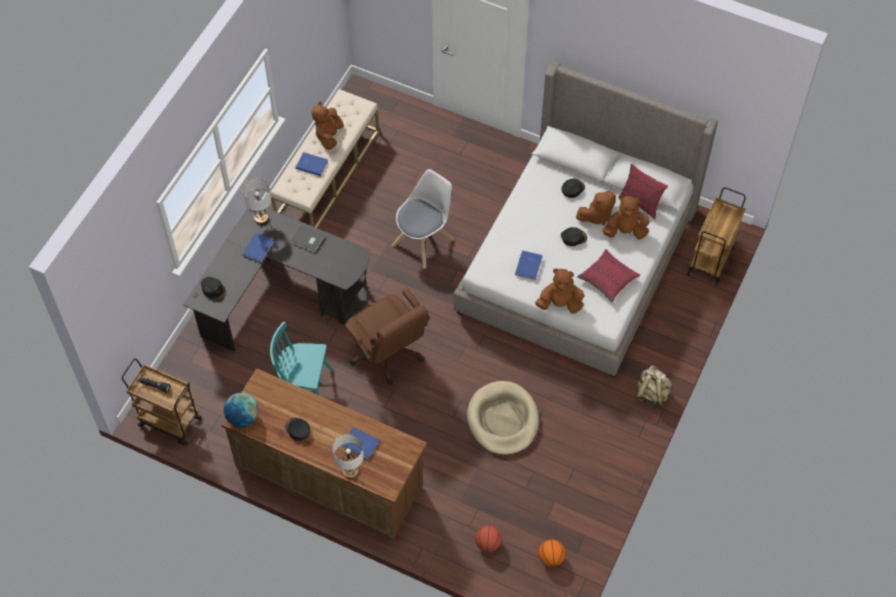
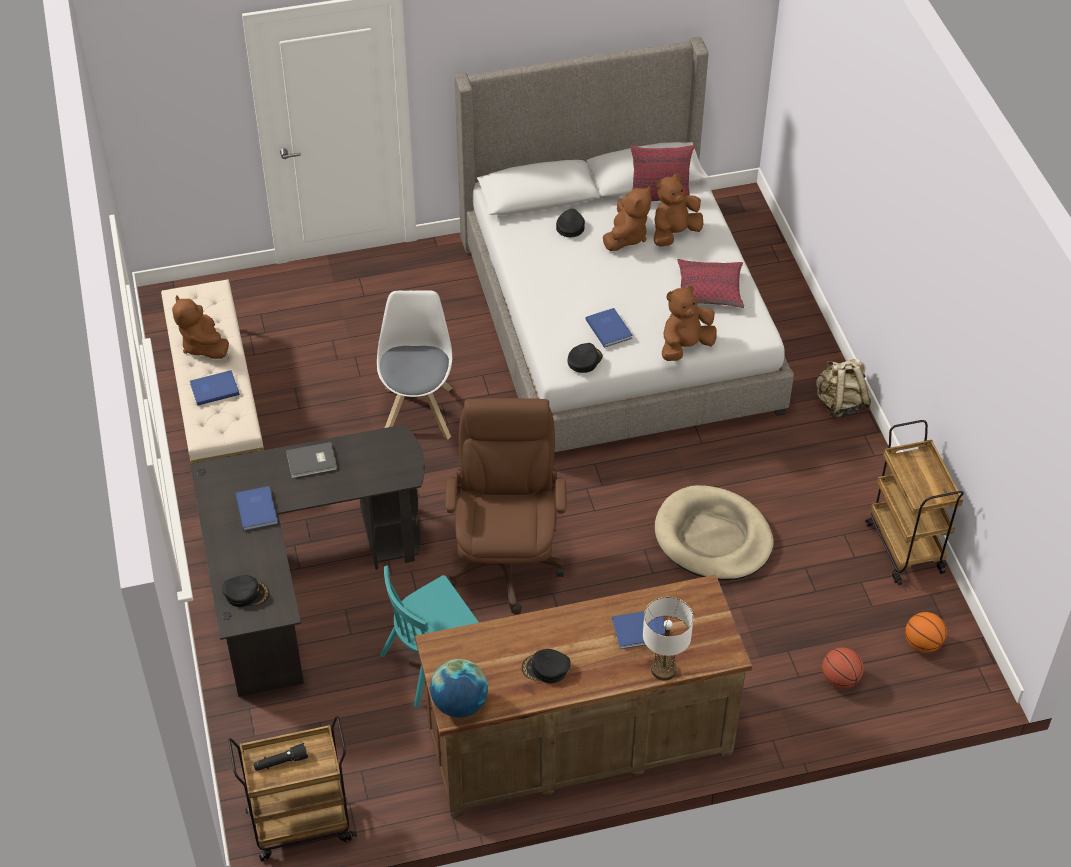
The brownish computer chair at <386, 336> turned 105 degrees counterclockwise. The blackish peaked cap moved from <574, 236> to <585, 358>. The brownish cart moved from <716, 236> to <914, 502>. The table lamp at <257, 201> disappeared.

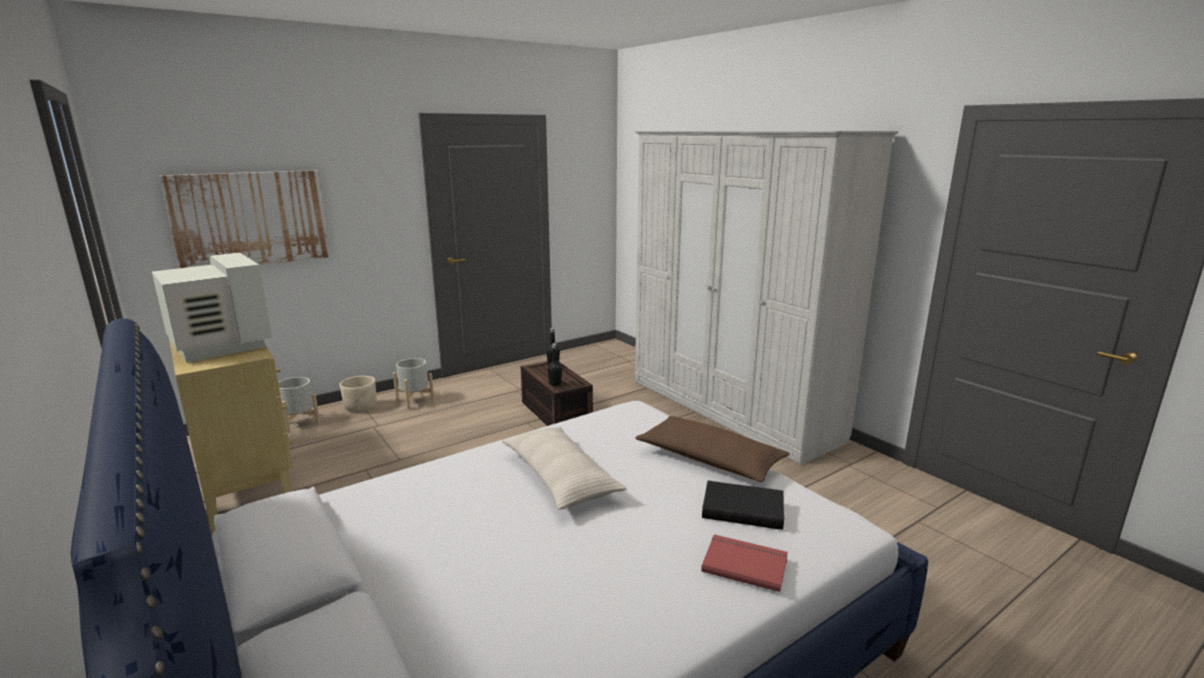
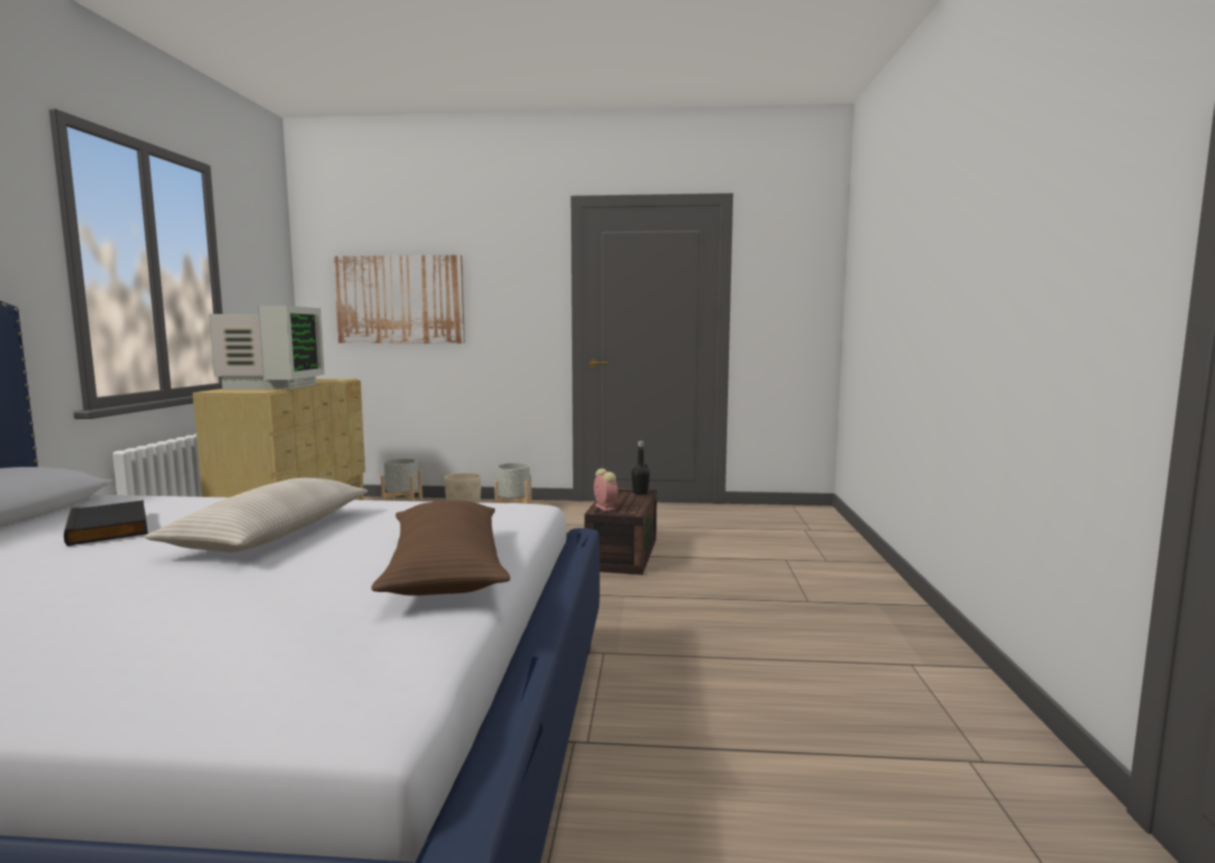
The blackish volume moved from <743, 505> to <106, 523>. The blackish beverage bottle at <554, 364> was replaced by the table clock at <606, 489>. The whitish clothes cupboard at <766, 298> disappeared. The red volume at <744, 563> disappeared.

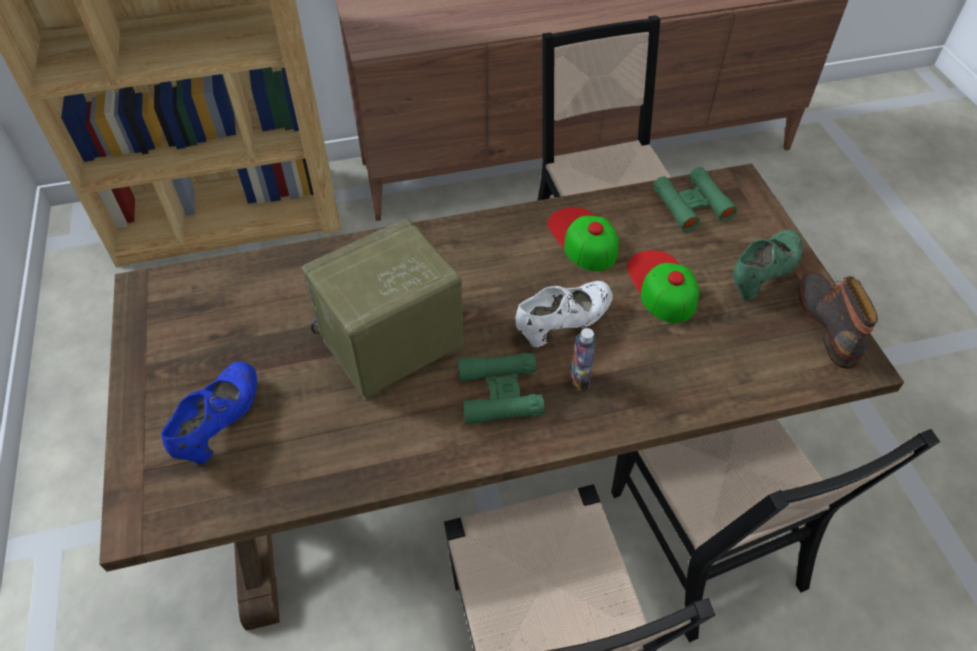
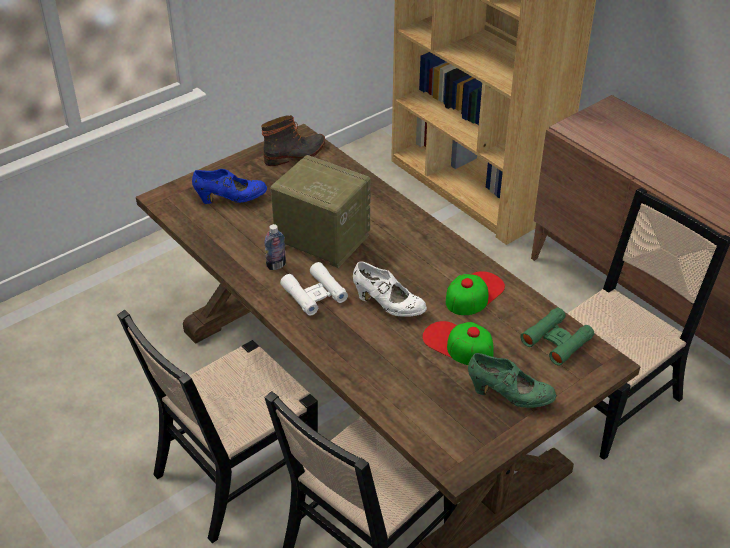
The high-top boot moved from <838, 321> to <293, 140>. The beverage bottle moved from <583, 359> to <275, 247>. The greenish pair of binoculars at <501, 388> became the whitish pair of binoculars at <314, 289>. The peaked cap at <663, 286> turned 105 degrees counterclockwise.

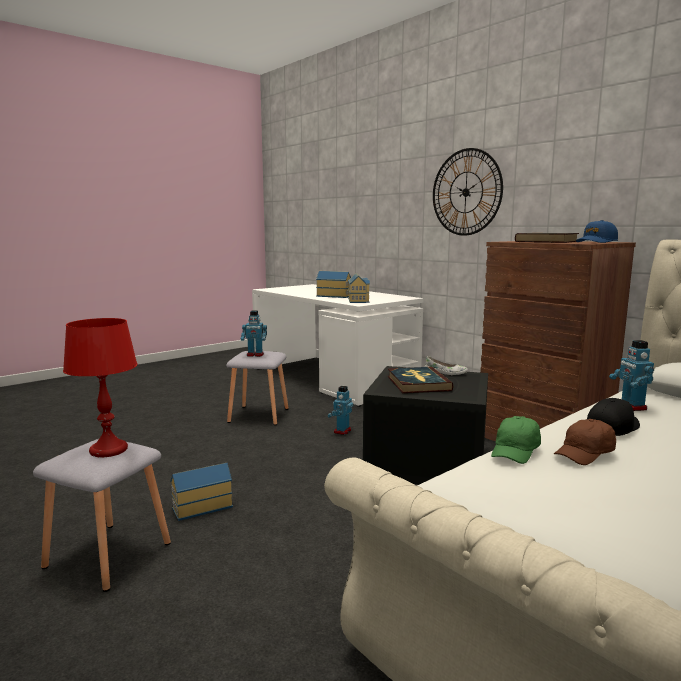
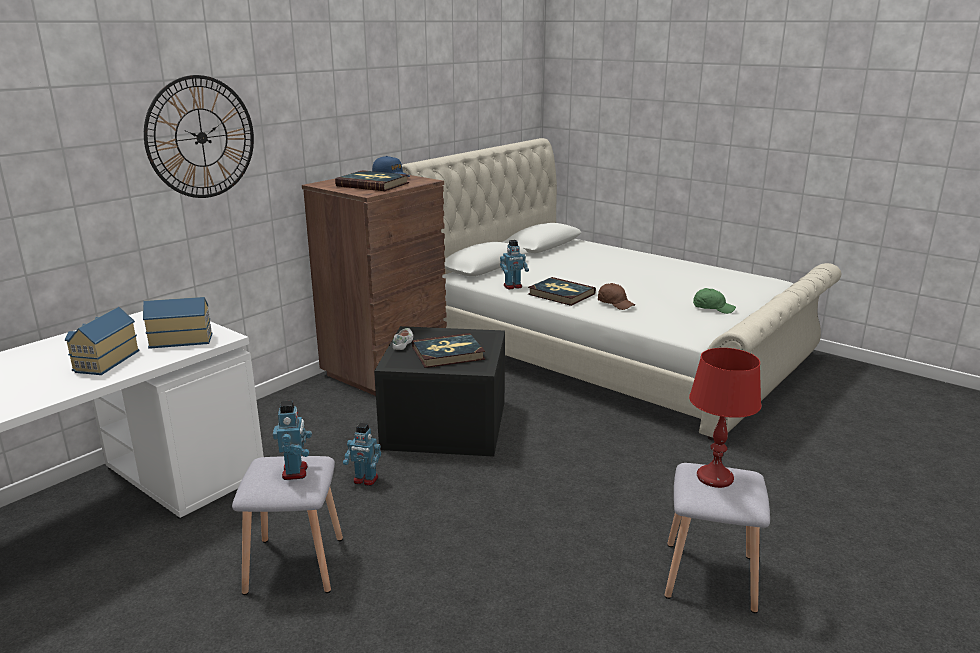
The blackish peaked cap at <613, 417> was replaced by the volume at <562, 291>. The greenish peaked cap moved from <516, 440> to <714, 301>. The model house at <201, 492> disappeared.

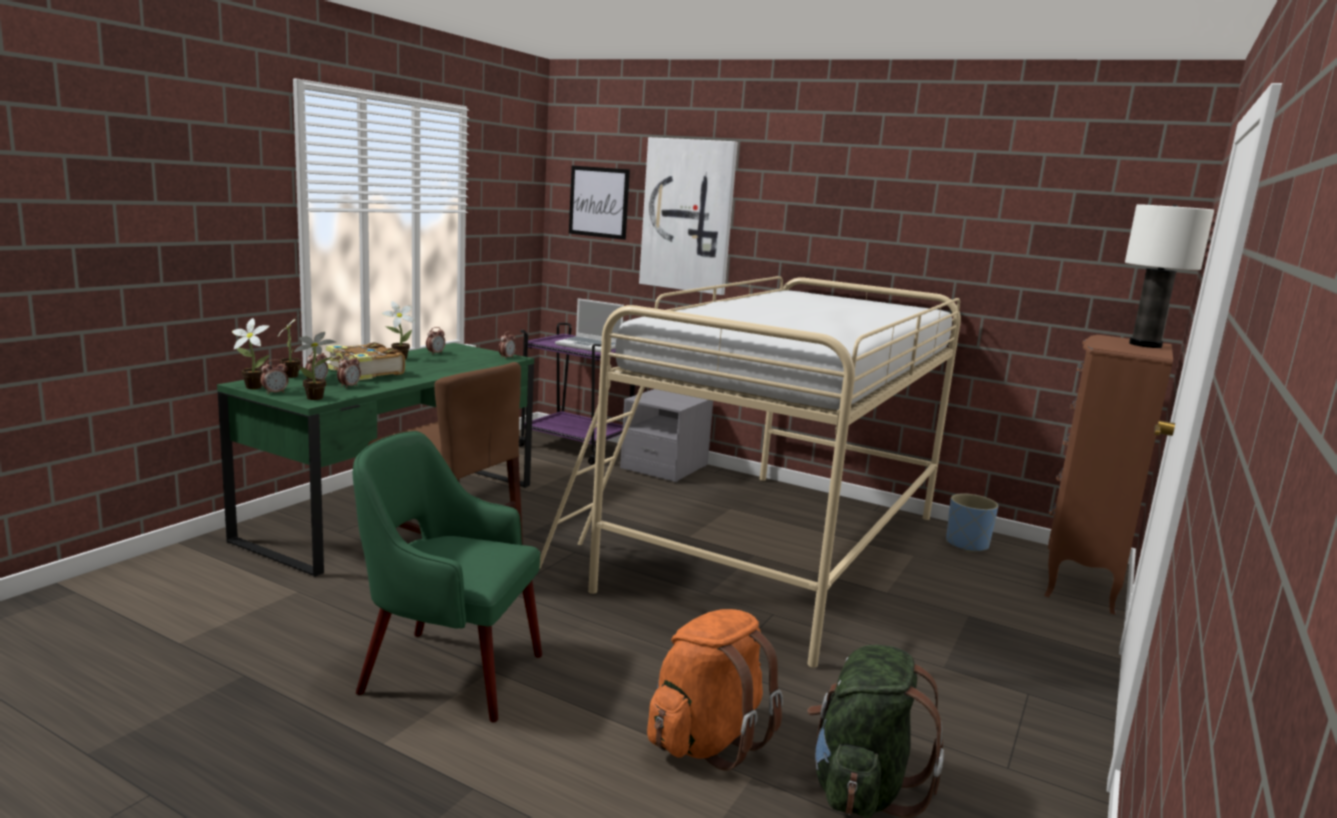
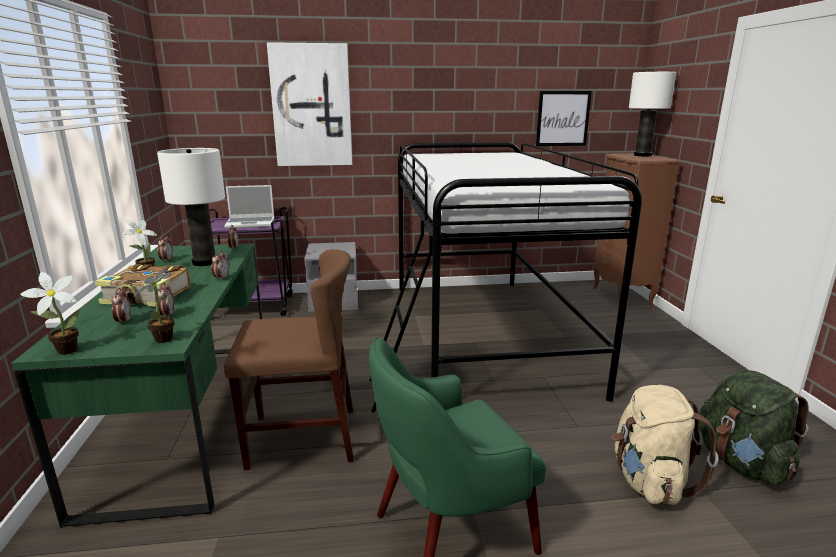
The whitish table lamp at <191, 207> appeared. The table clock moved from <274, 377> to <220, 264>. The beige-coloured sleeping bed at <750, 472> became the blackish sleeping bed at <505, 277>. The wall picture moved from <599, 203> to <564, 118>. The orange rucksack at <715, 690> became the beige-coloured rucksack at <664, 445>. The plant in a pot at <289, 347> disappeared. The bluish plant pot at <972, 522> disappeared.

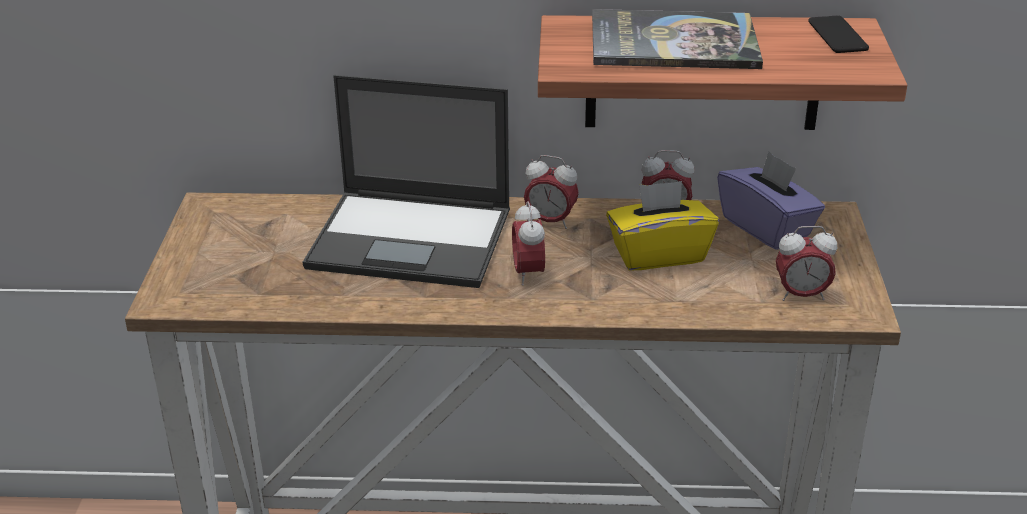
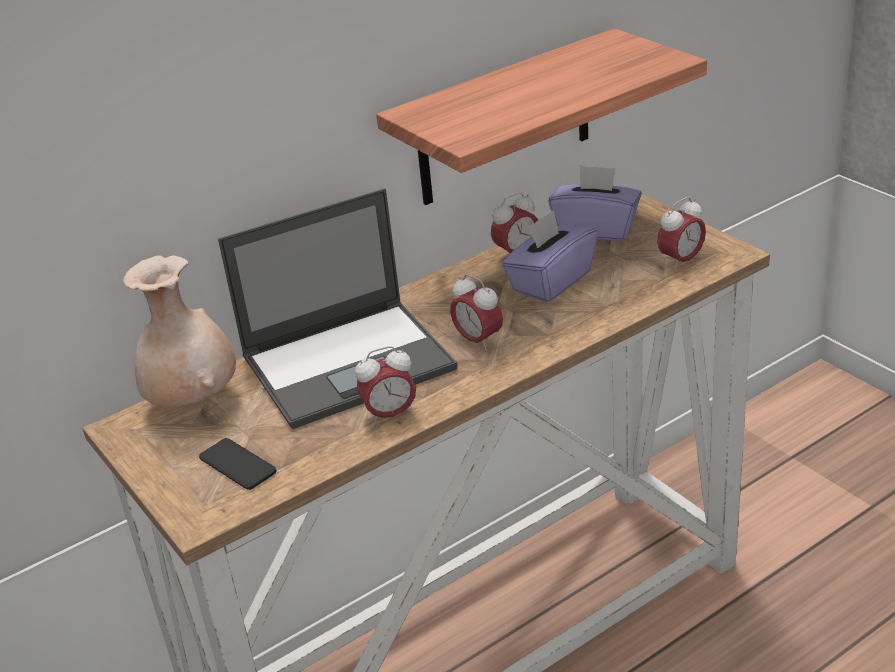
The beige-coloured decorative vase at <179, 331> appeared. The telephone moved from <838, 34> to <237, 464>. The table clock moved from <551, 192> to <385, 386>. The yellowish box of tissues at <662, 226> became the purplish box of tissues at <550, 256>. The volume at <677, 39> disappeared.

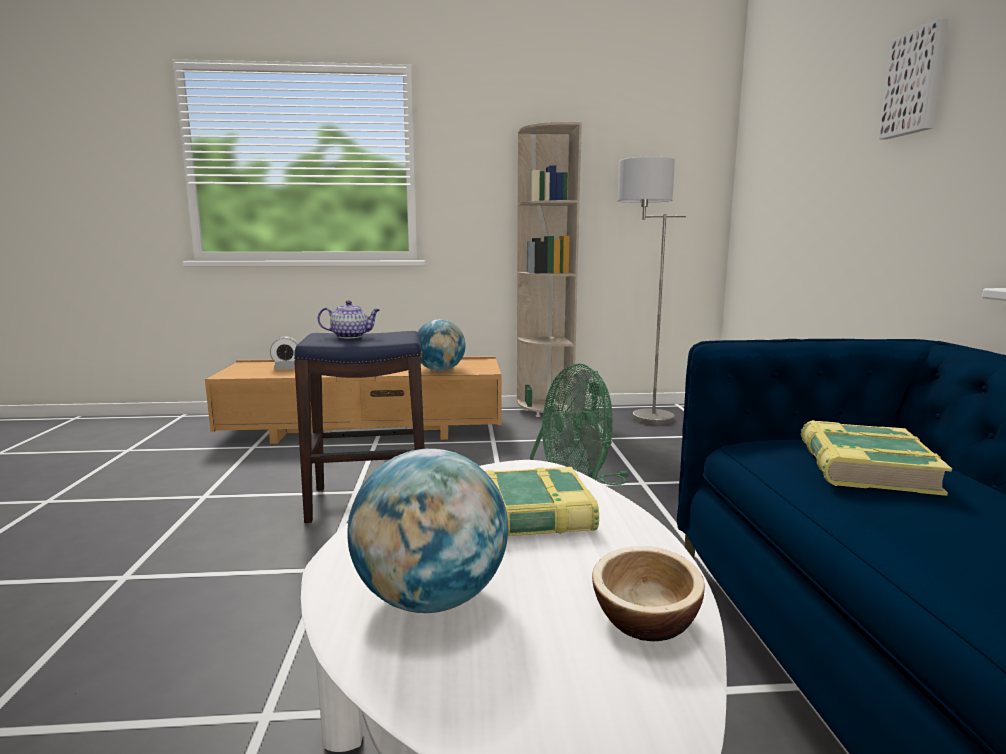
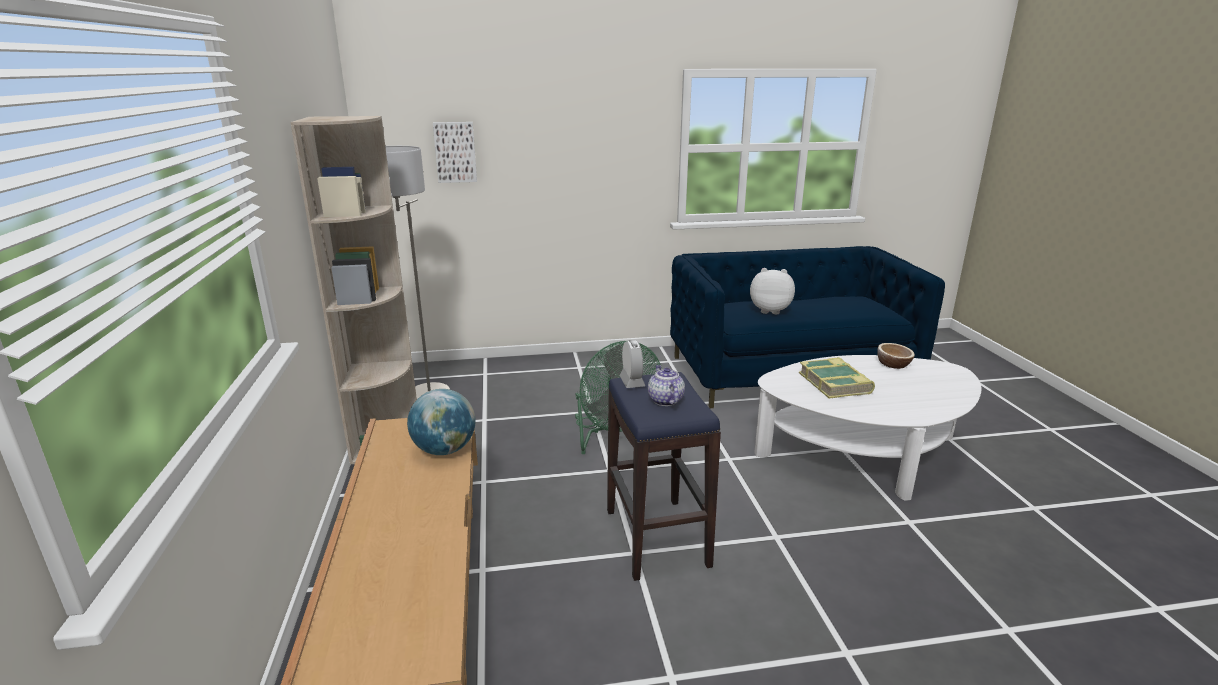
The wall picture moved from <914, 78> to <455, 152>. The table clock moved from <284, 353> to <632, 364>. The volume at <876, 458> was replaced by the cuddly toy at <772, 291>. The desk globe at <427, 531> disappeared.

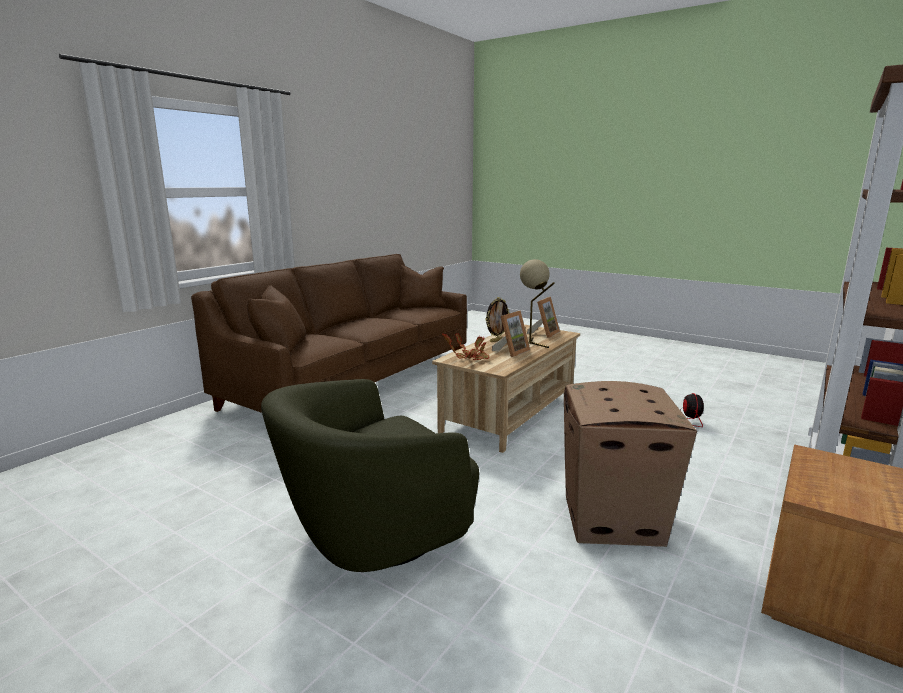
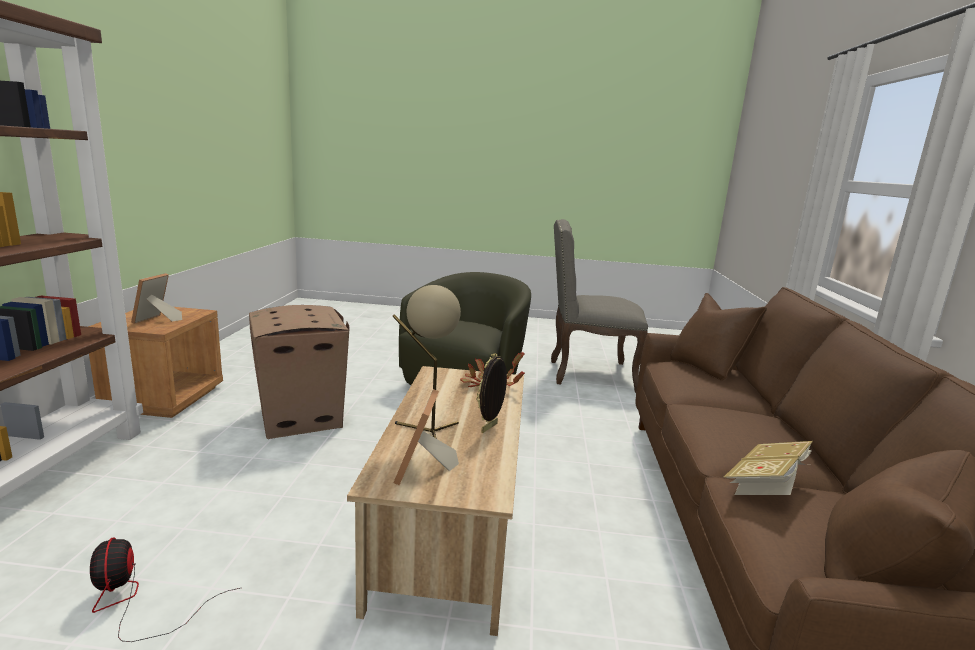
The photo frame moved from <511, 333> to <156, 298>. The greyish chair at <599, 306> appeared. The volume at <768, 468> appeared.

